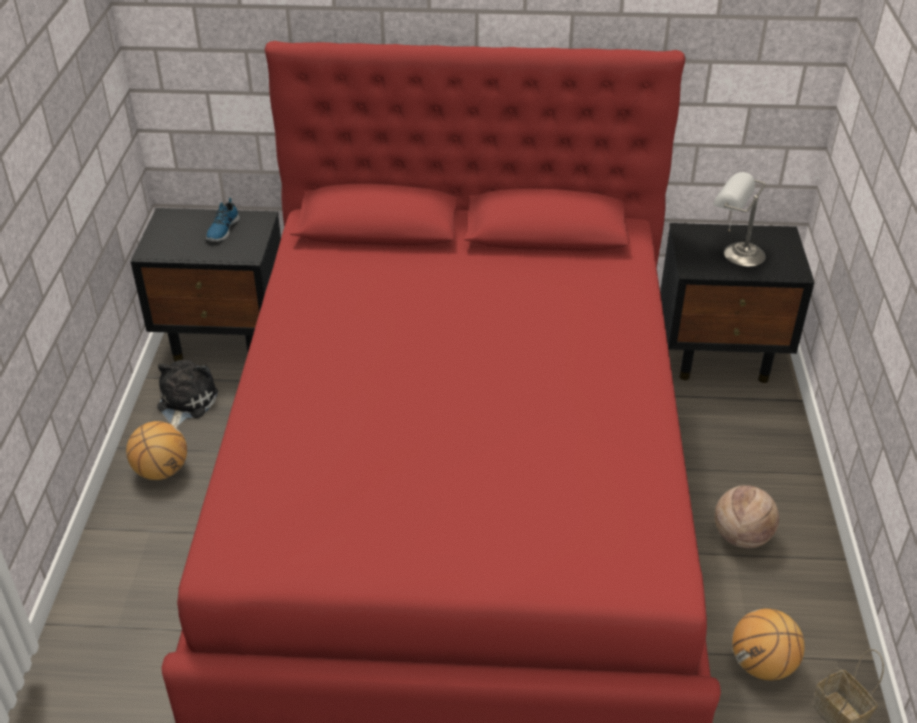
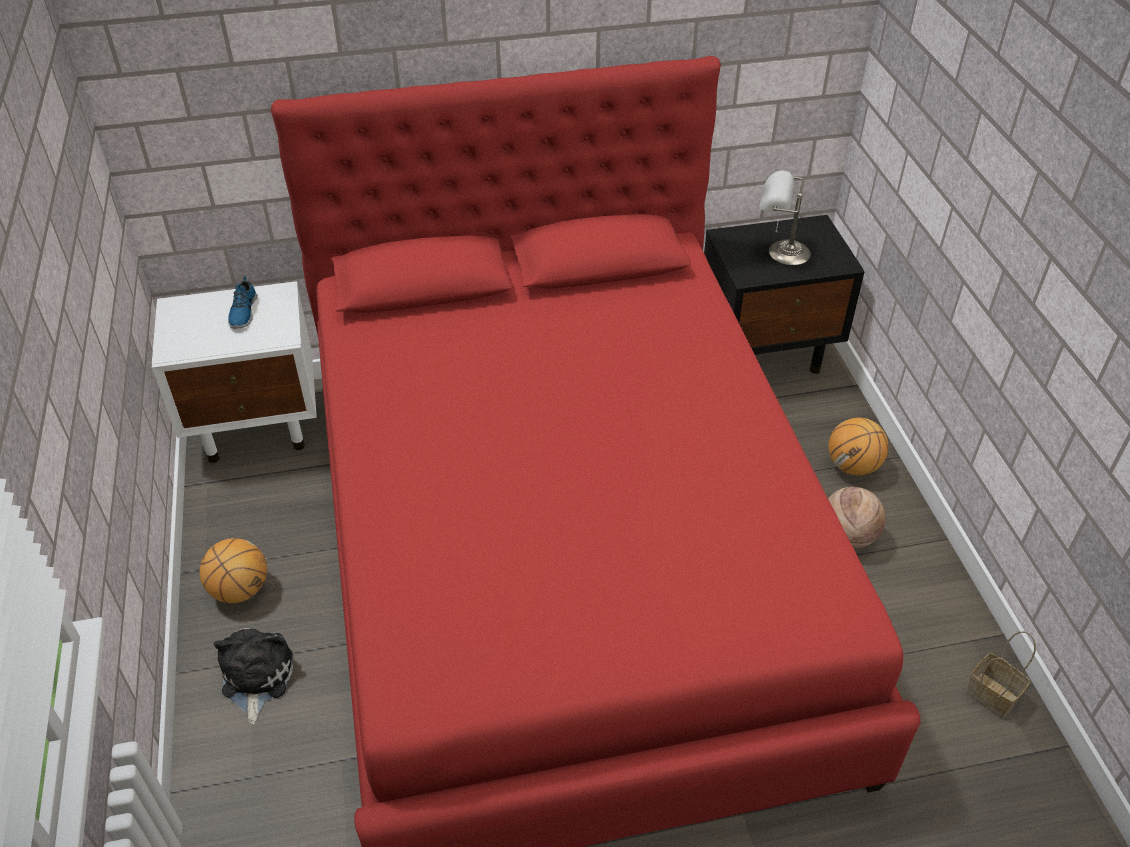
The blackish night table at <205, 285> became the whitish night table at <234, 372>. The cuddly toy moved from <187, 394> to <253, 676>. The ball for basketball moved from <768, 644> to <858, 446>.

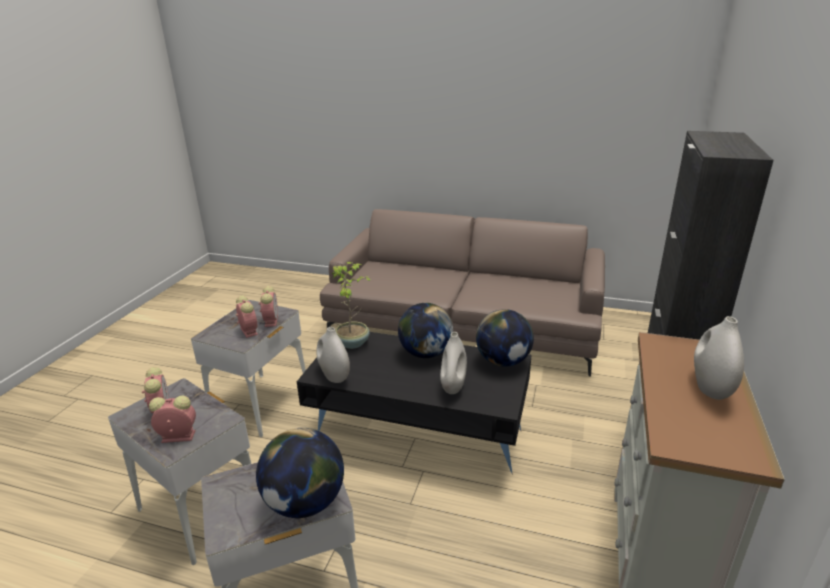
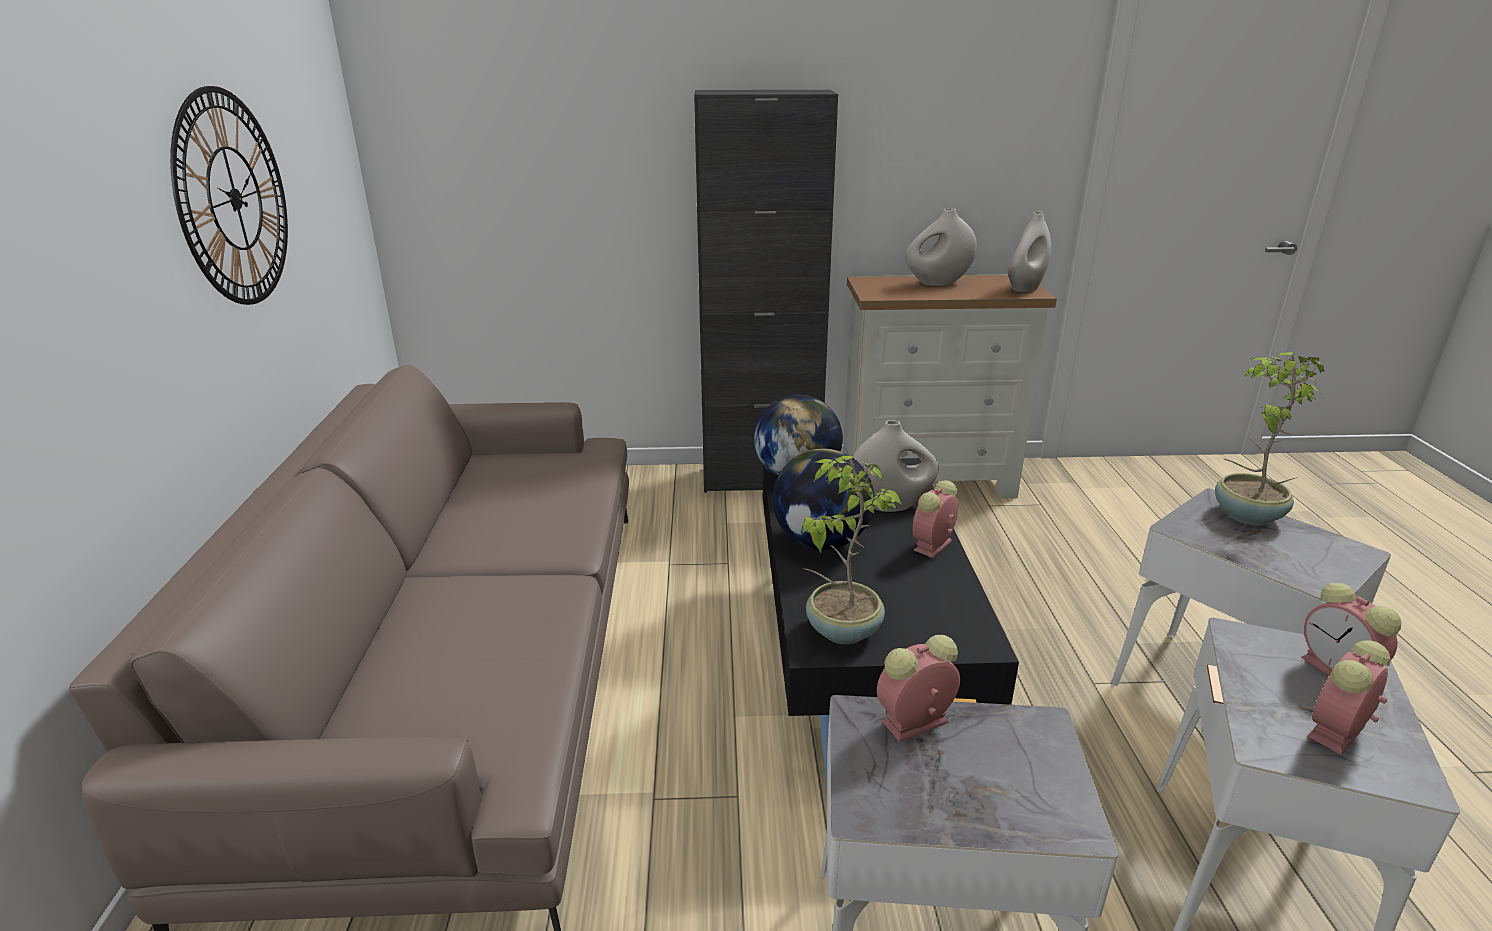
The hanging clock at <229, 195> appeared. The table clock moved from <246, 317> to <935, 519>. The whitish decorative vase moved from <333, 355> to <1029, 251>. The desk globe at <300, 473> was replaced by the plant in a pot at <1269, 438>.

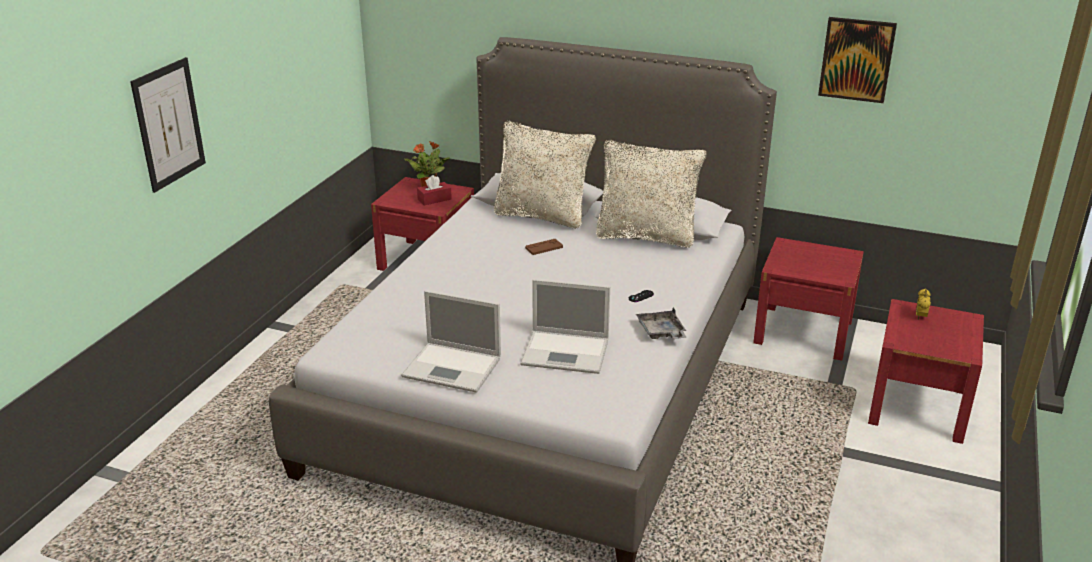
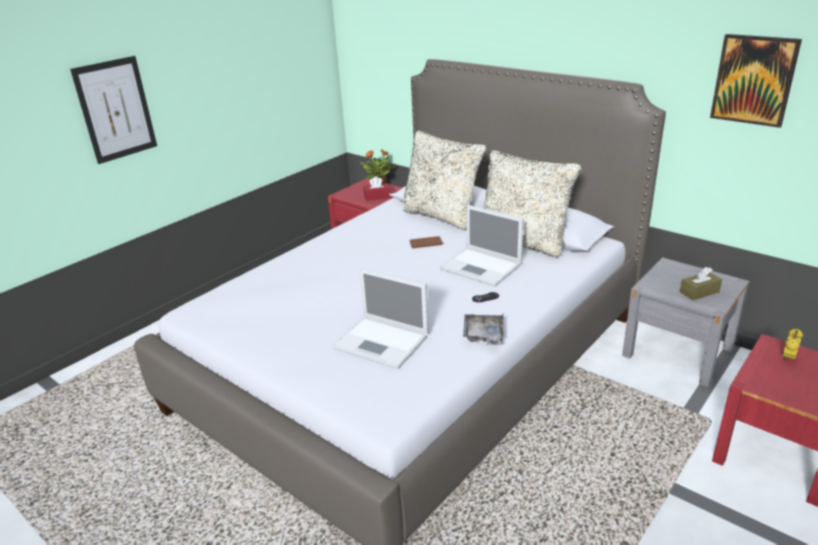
The portable computer moved from <451, 341> to <482, 246>. The red night table at <808, 299> became the greyish night table at <685, 322>. The brownish box of tissues at <701, 283> appeared.

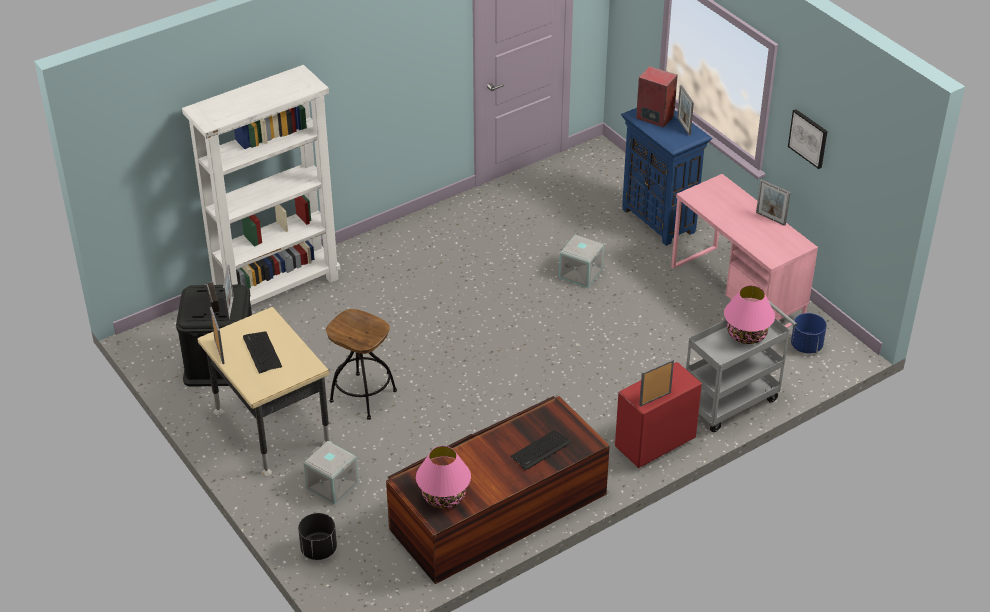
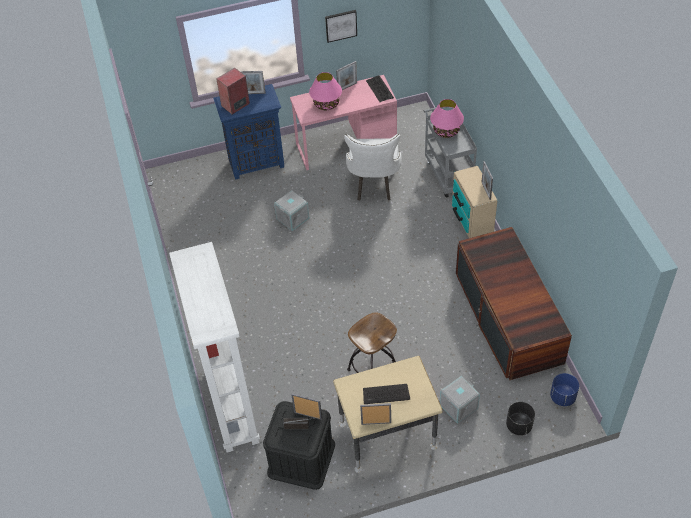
The pink table lamp moved from <443, 477> to <325, 91>. The whitish chair at <373, 167> appeared. The keyboard moved from <540, 450> to <380, 88>. The red night table at <658, 415> became the beige-coloured night table at <474, 202>. The bluish plant pot moved from <809, 333> to <564, 389>.

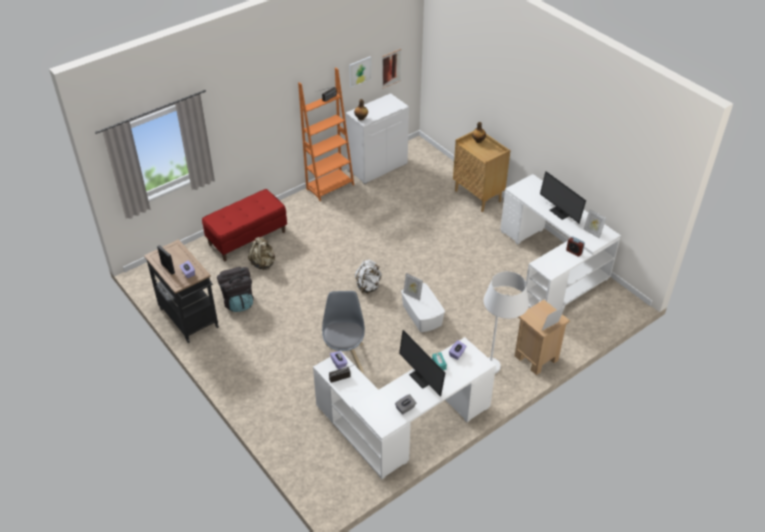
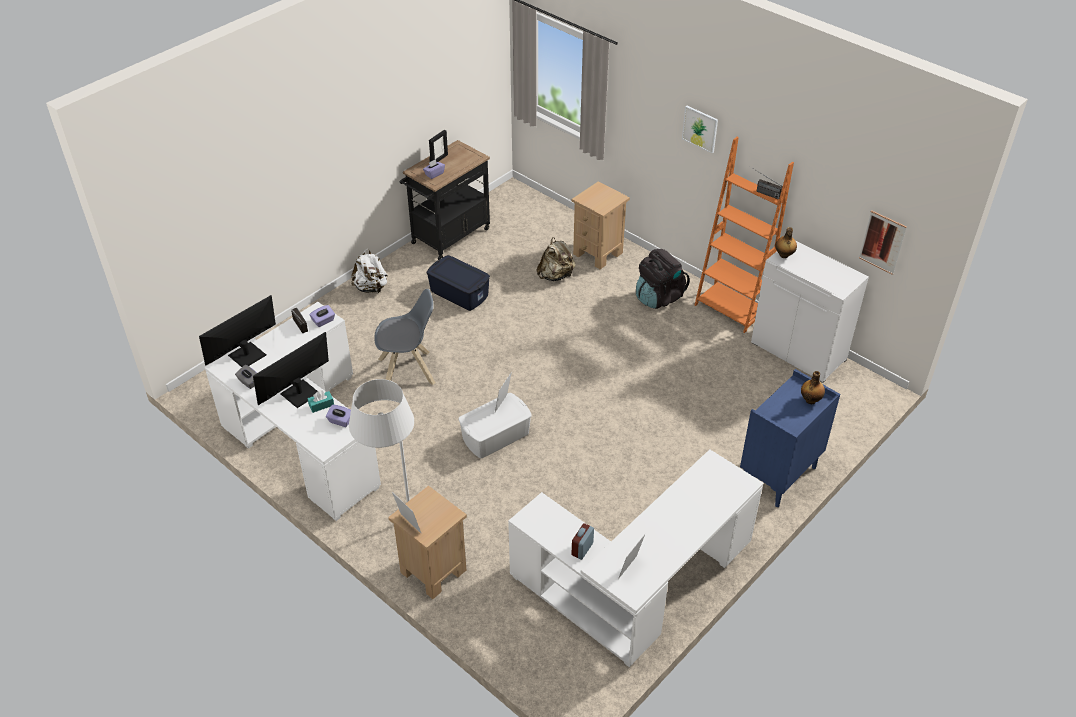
The computer screen moved from <563, 197> to <237, 331>. The whitish rucksack moved from <368, 276> to <369, 271>. The bluish storage box at <458, 283> appeared. The red indoor bench at <244, 225> was replaced by the beige-coloured night table at <600, 225>. The blackish rucksack moved from <235, 289> to <663, 279>. The wall picture moved from <360, 72> to <700, 130>. The brownish cupboard at <481, 171> became the bluish cupboard at <790, 438>.

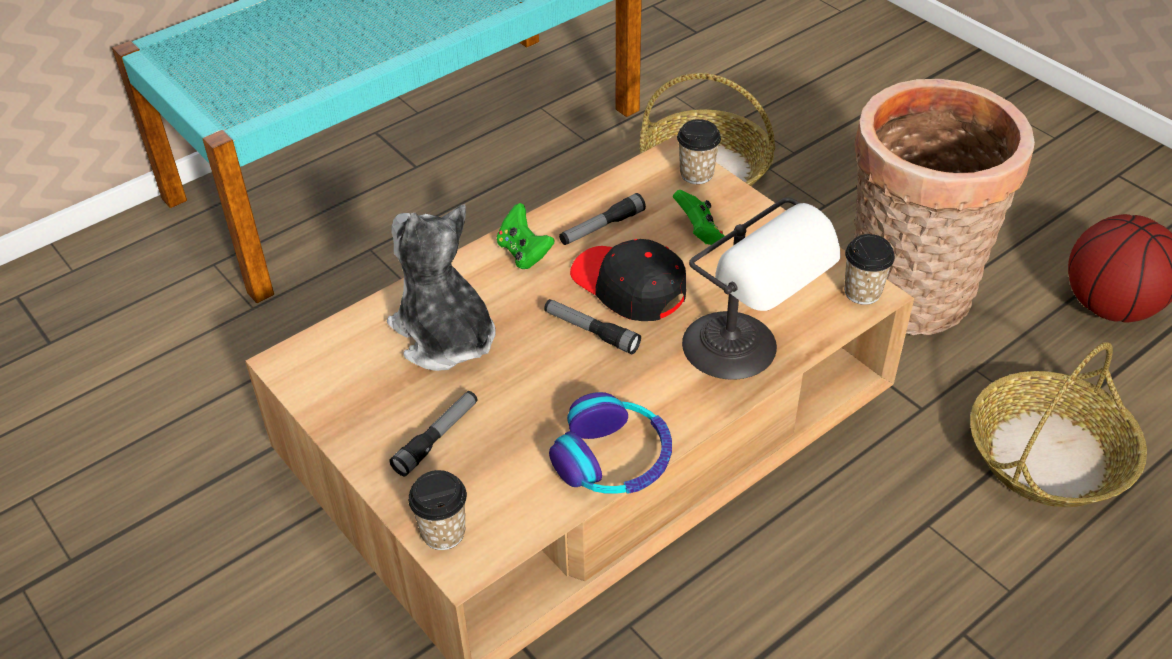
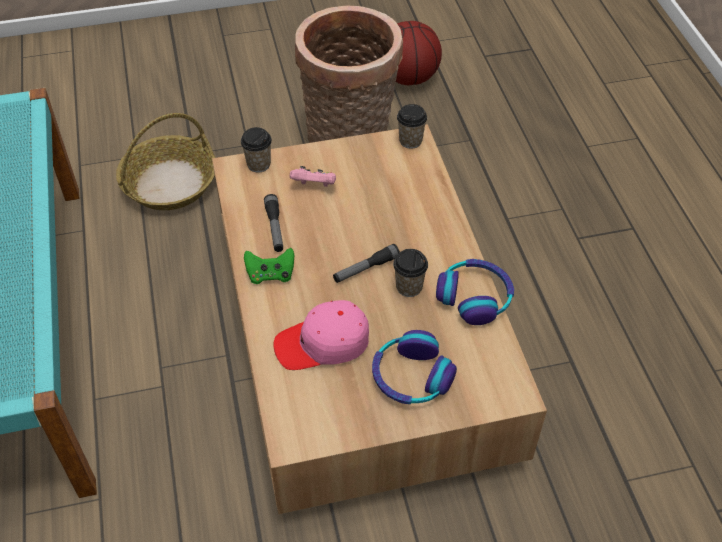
The cuddly toy at <441, 287> was replaced by the pink peaked cap at <321, 335>. The greenish gamepad at <699, 217> became the pink gamepad at <313, 176>. The hand torch at <433, 434> was replaced by the headset at <414, 367>. The small cup moved from <437, 510> to <410, 273>. The blackish peaked cap at <628, 280> disappeared. The table lamp at <761, 289> disappeared. The household basket at <1058, 424> disappeared.

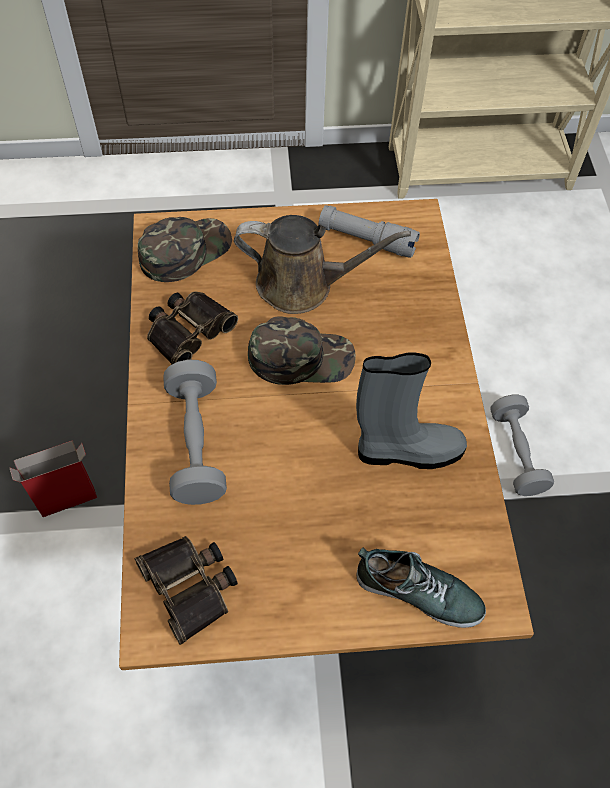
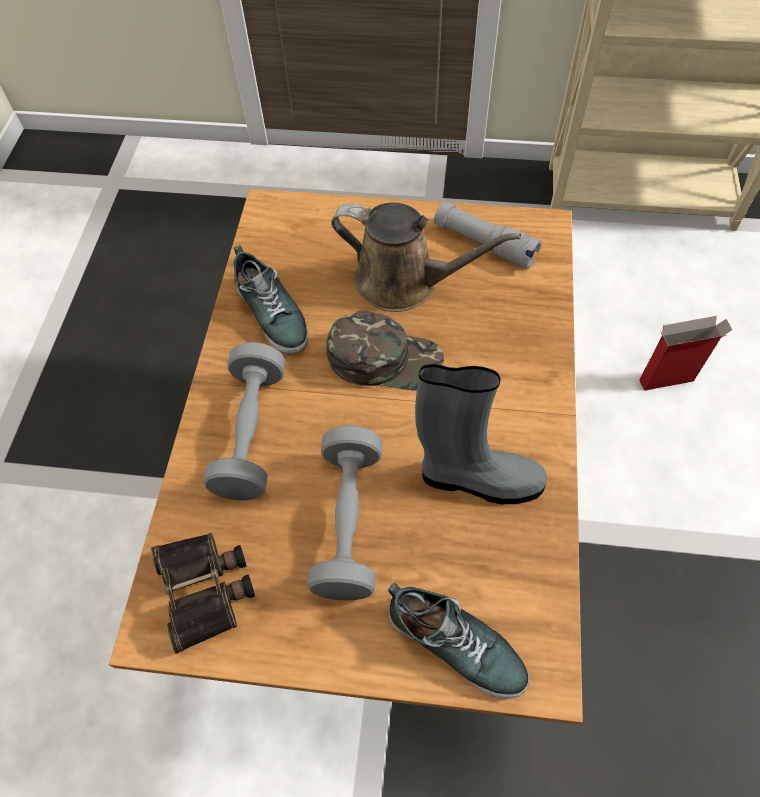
The pair of binoculars at <192, 328> was replaced by the item of footwear at <271, 300>. The greyish dumbbell moved from <522, 445> to <344, 512>. The cardboard box moved from <53, 478> to <685, 353>. The greenish peaked cap at <185, 249> disappeared.

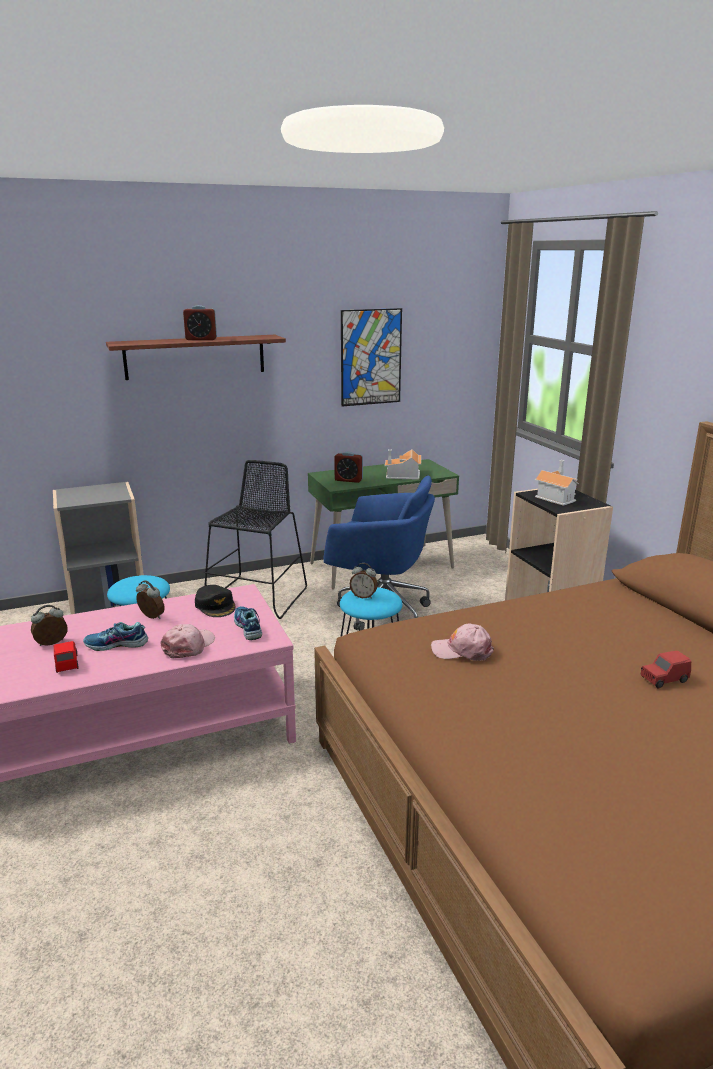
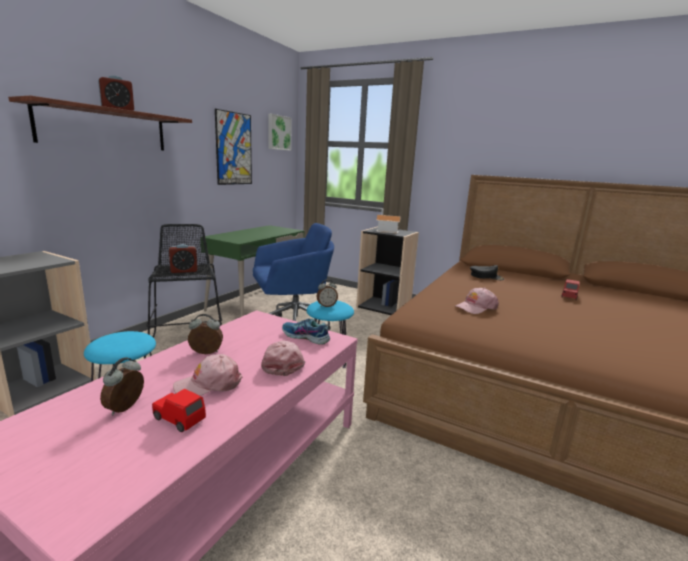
The table clock moved from <348, 467> to <183, 258>. The item of footwear at <115, 636> was replaced by the pink peaked cap at <207, 375>. The wall picture at <280, 132> appeared. The blackish peaked cap moved from <215, 601> to <487, 272>. The model house at <403, 464> disappeared.

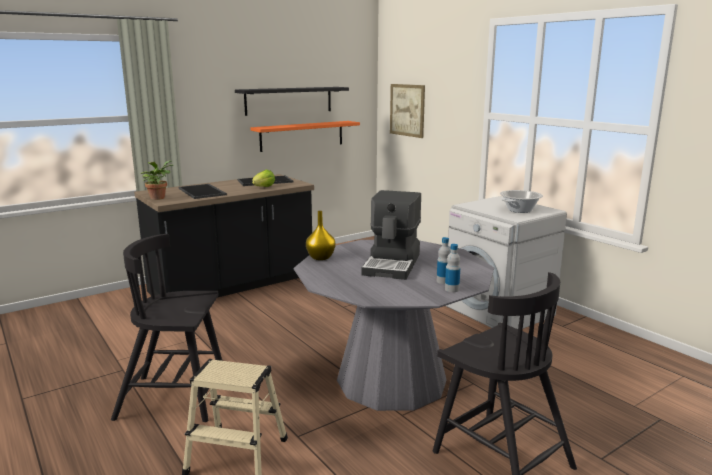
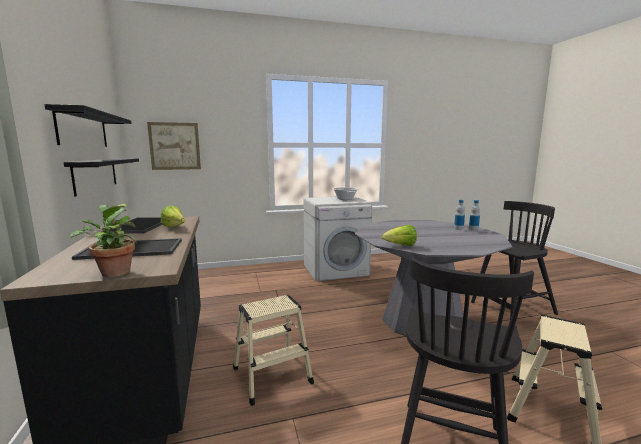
The orange shelf at <305, 136> became the blackish shelf at <101, 177>. The beige-coloured stepladder at <273, 350> appeared. The yellowish decorative vase at <320, 235> was replaced by the lettuce at <399, 235>. The coffee brewer at <391, 235> disappeared.

